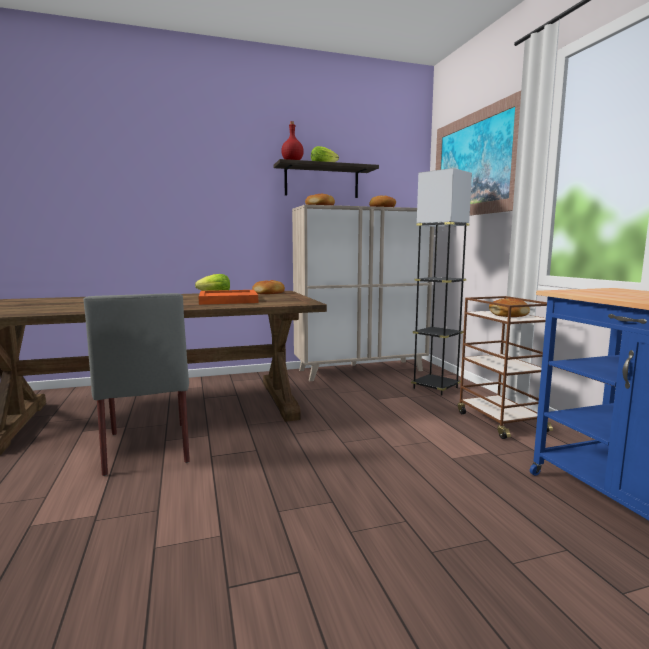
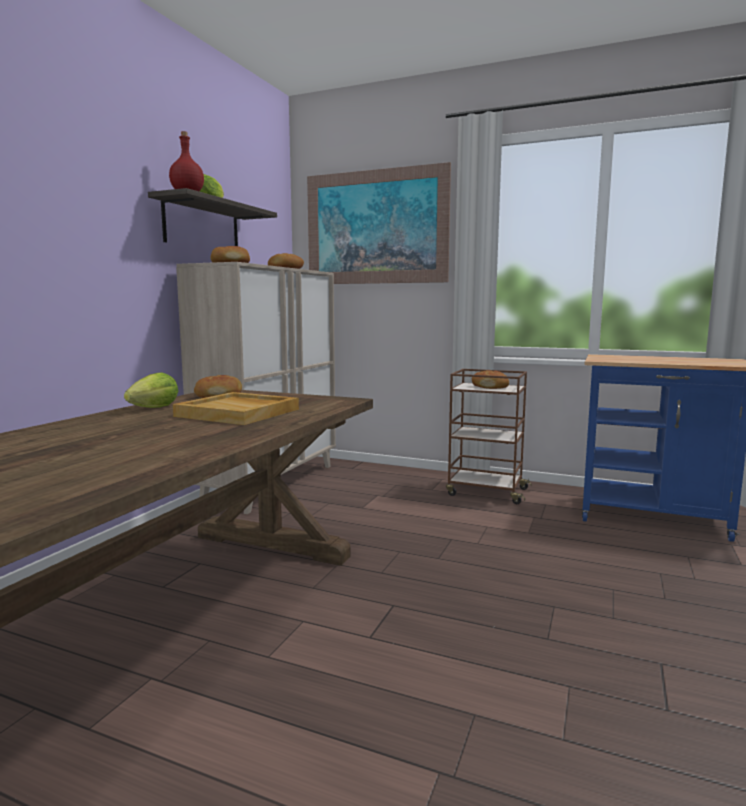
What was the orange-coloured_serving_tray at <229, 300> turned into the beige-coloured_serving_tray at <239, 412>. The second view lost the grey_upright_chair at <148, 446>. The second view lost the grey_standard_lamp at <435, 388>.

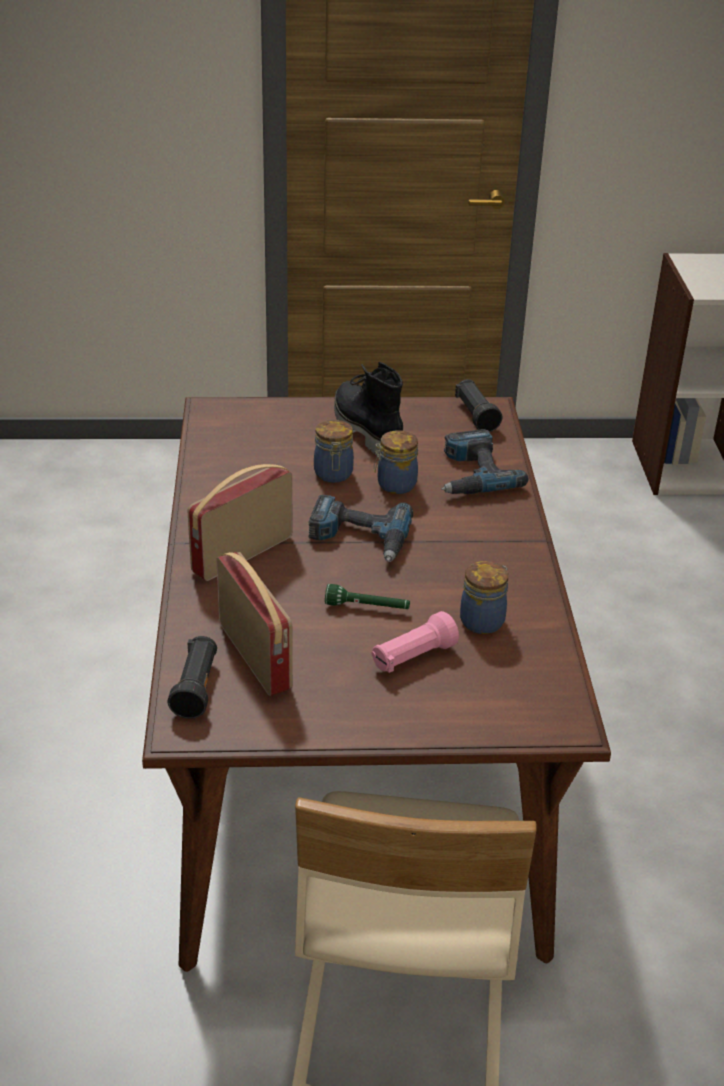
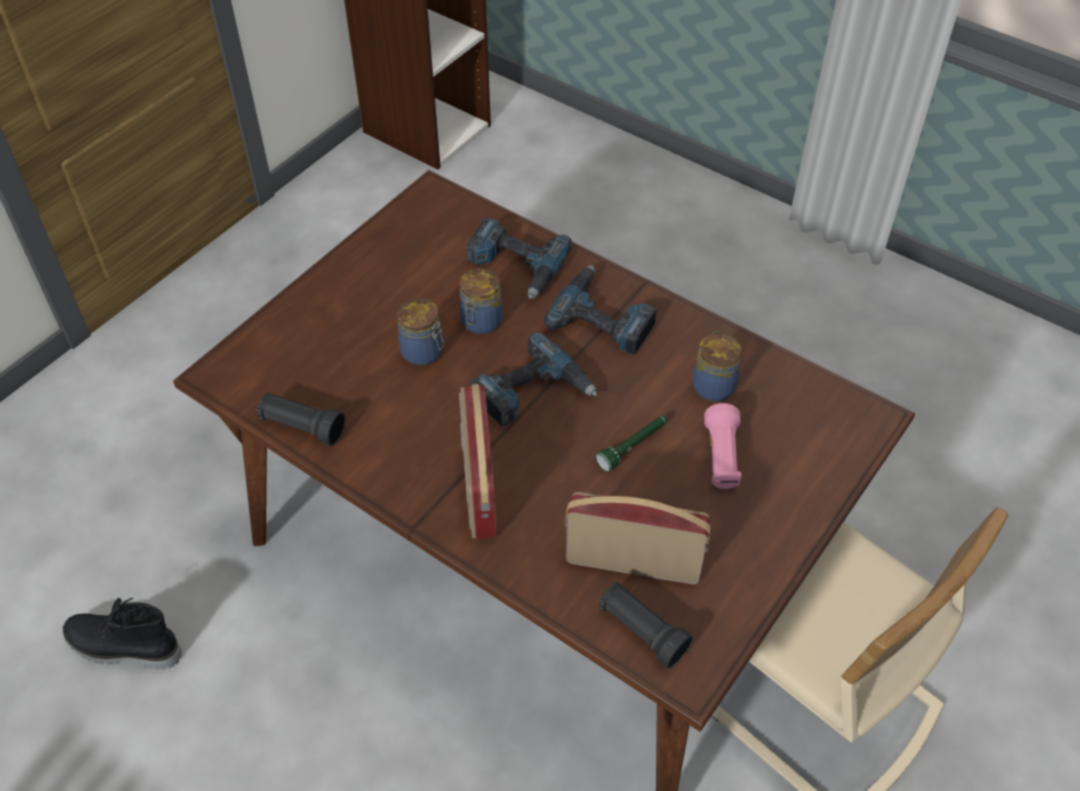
The blackish_high-top_boot ended up elsewhere, having gone from <365, 430> to <123, 648>. The blackish_flashlight ended up elsewhere, having gone from <475, 416> to <302, 427>. The second view gained the drill at <604, 317>.

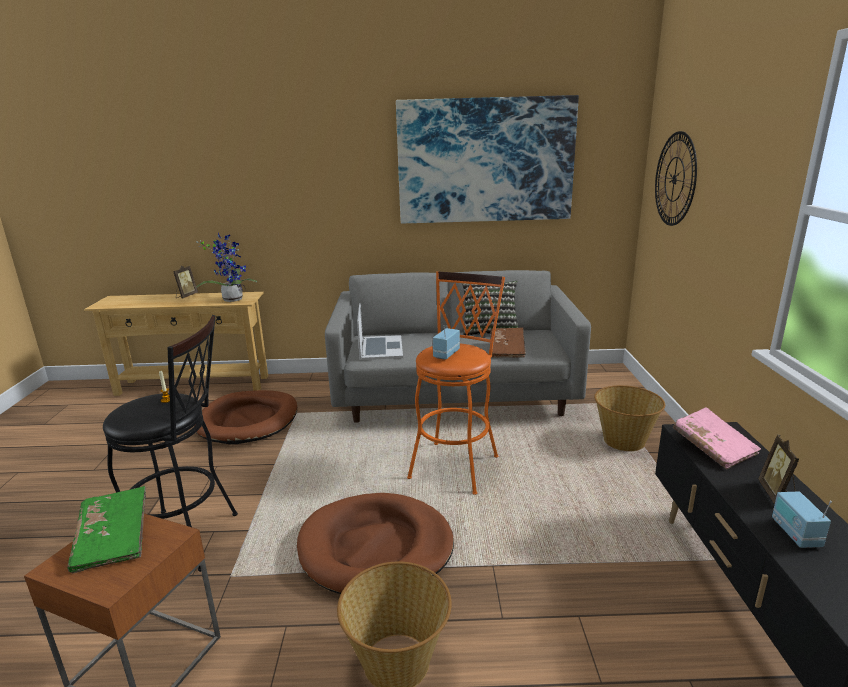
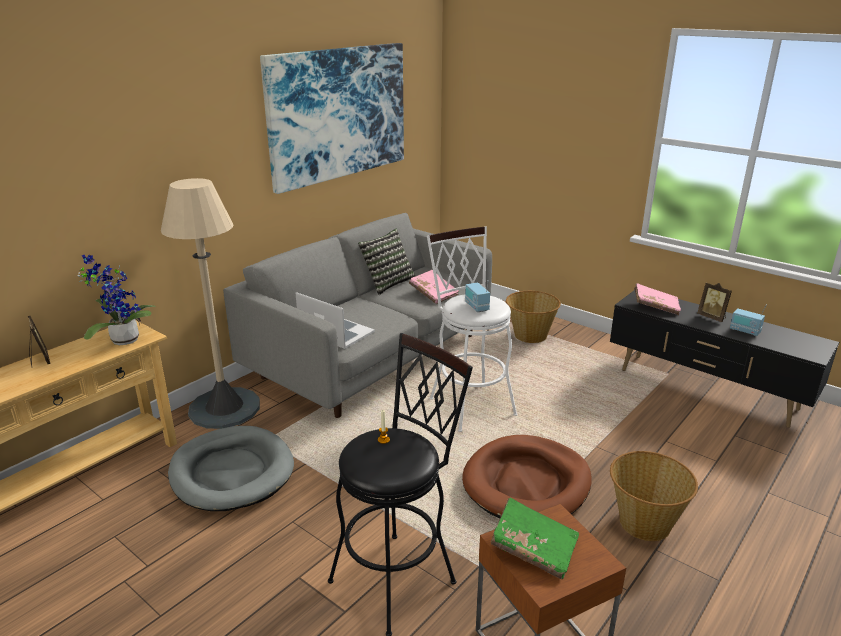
The second view gained the beige-coloured_standard_lamp at <224, 408>. What was the brown-coloured_dog_bed at <249, 420> turned into the grey_dog_bed at <232, 472>. What was the brown-coloured_book at <507, 350> turned into the pink_book at <433, 294>. What was the orange-coloured_sitting_stool at <457, 463> turned into the whitish_sitting_stool at <469, 403>. The second view lost the clock_on_the_wall at <674, 179>.

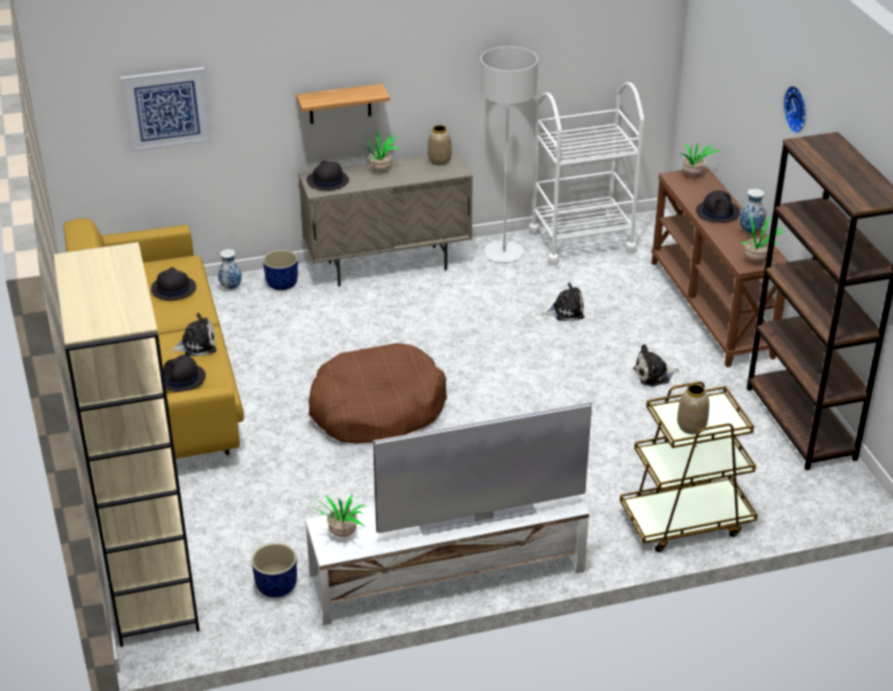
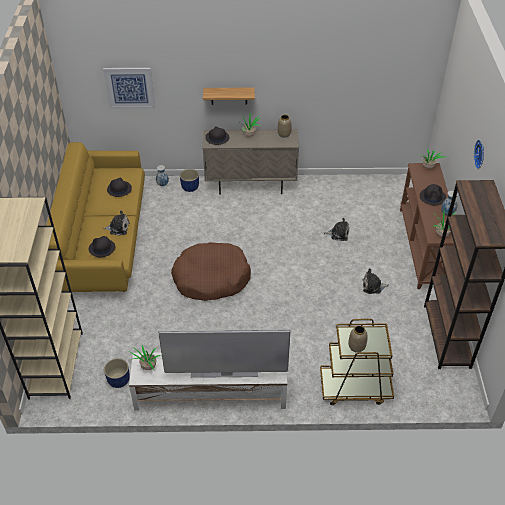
The second view lost the grey_standard_lamp at <504, 253>. The second view lost the whitish_cart at <581, 241>.

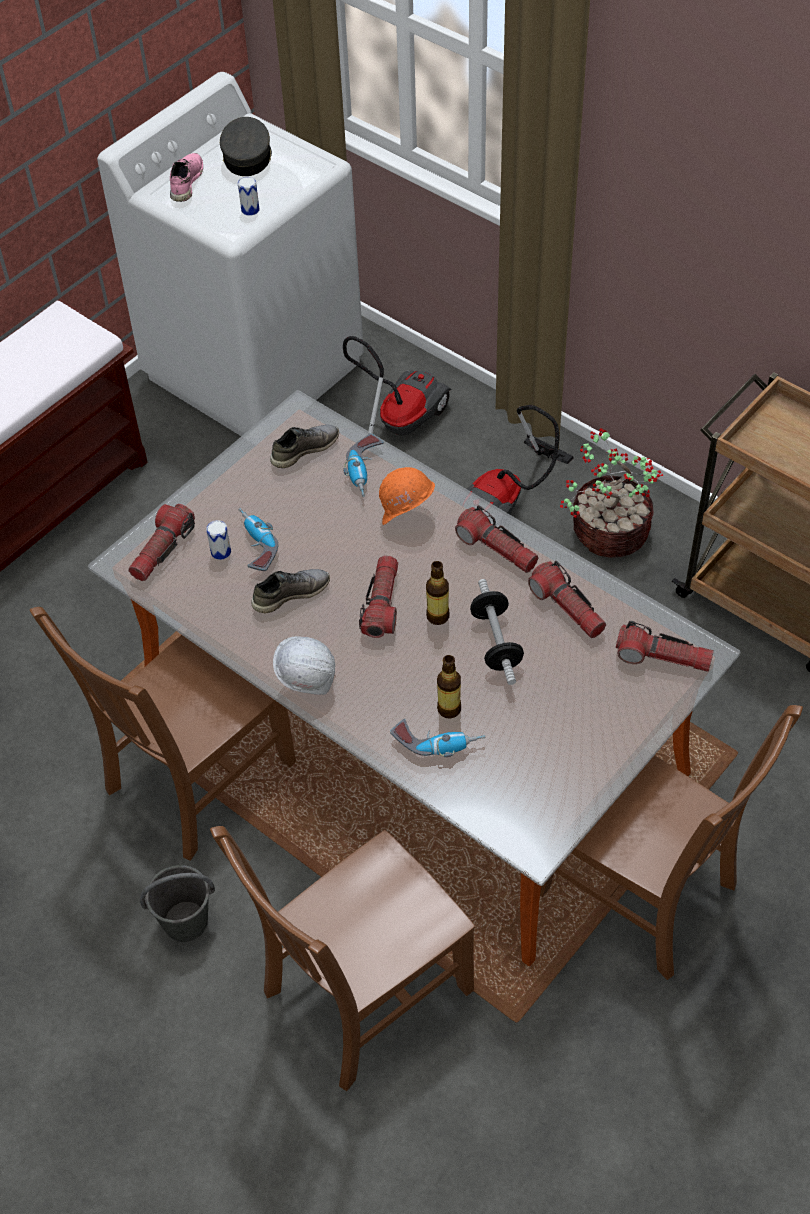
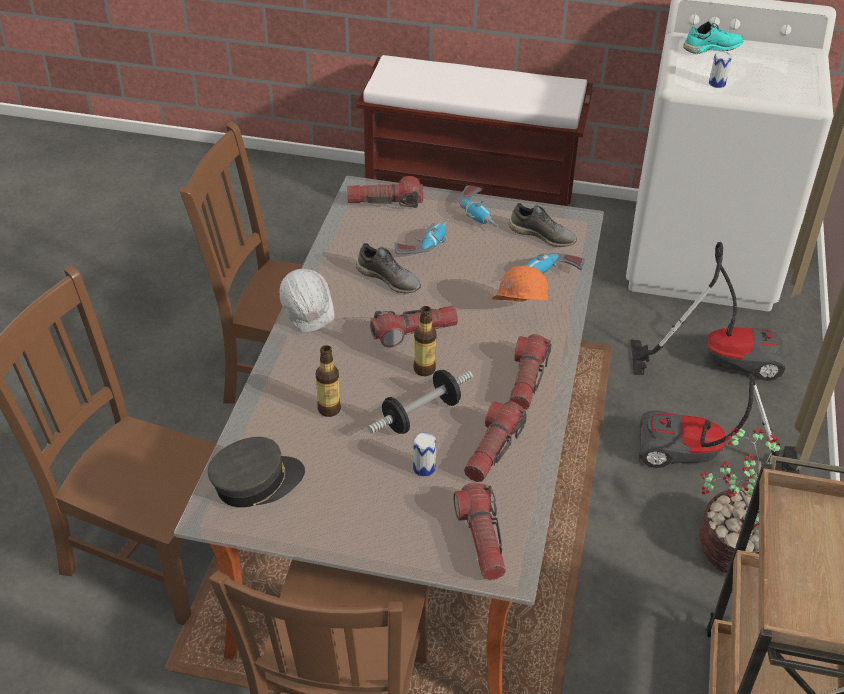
The grey_peaked_cap ended up elsewhere, having gone from <247, 157> to <256, 482>. The sealed_can ended up elsewhere, having gone from <221, 552> to <424, 468>. The drill ended up elsewhere, having gone from <438, 742> to <480, 214>. What was the pink_item_of_footwear at <185, 182> turned into the blue-green_item_of_footwear at <711, 47>. The second view lost the grey_pail at <186, 921>.

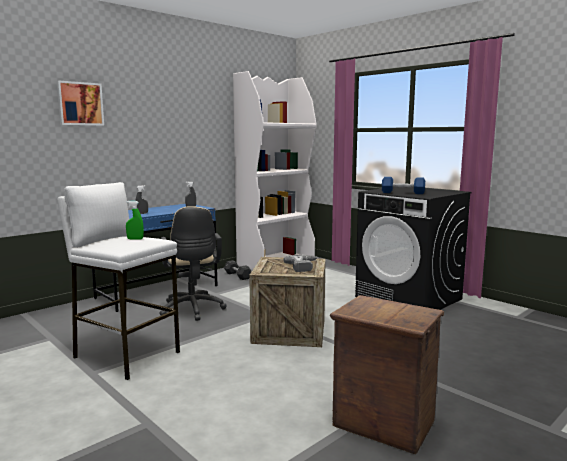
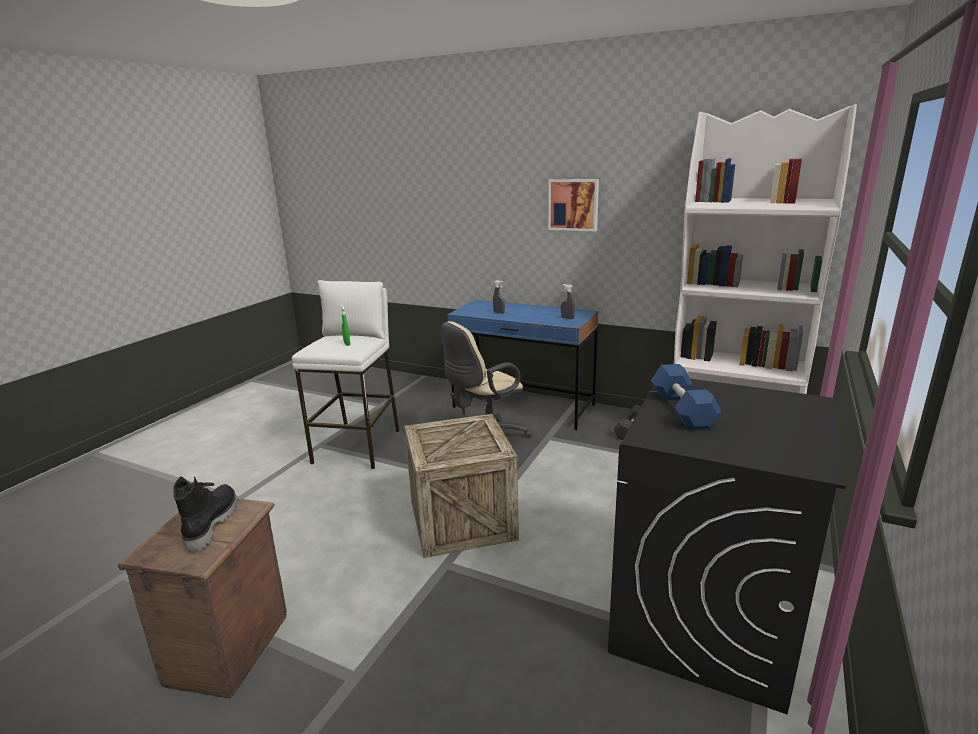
The second view gained the blackish_high-top_boot at <211, 524>. The wall_art ended up elsewhere, having gone from <80, 104> to <573, 204>. The second view lost the drill at <304, 266>.

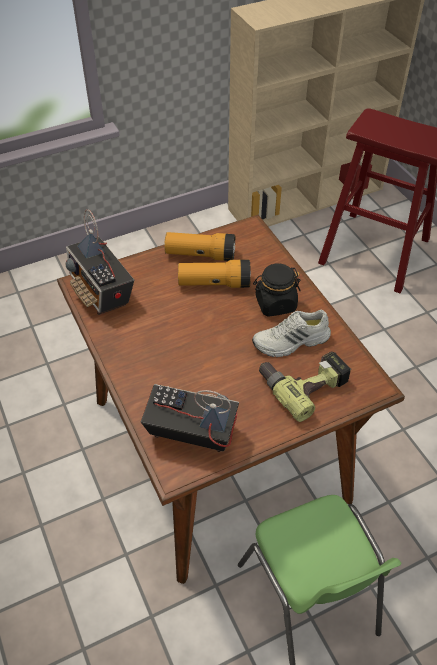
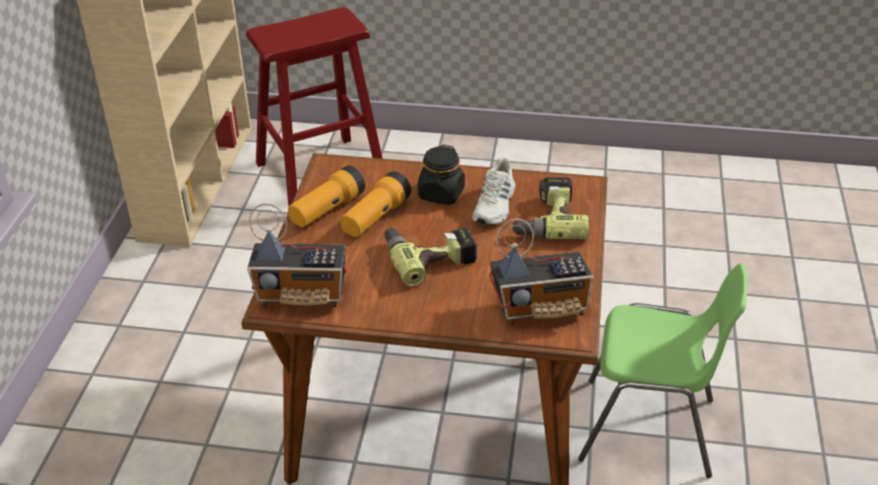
The second view gained the drill at <430, 256>. The radio_receiver at <191, 433> ended up facing another way, 150 degrees counterclockwise from before.

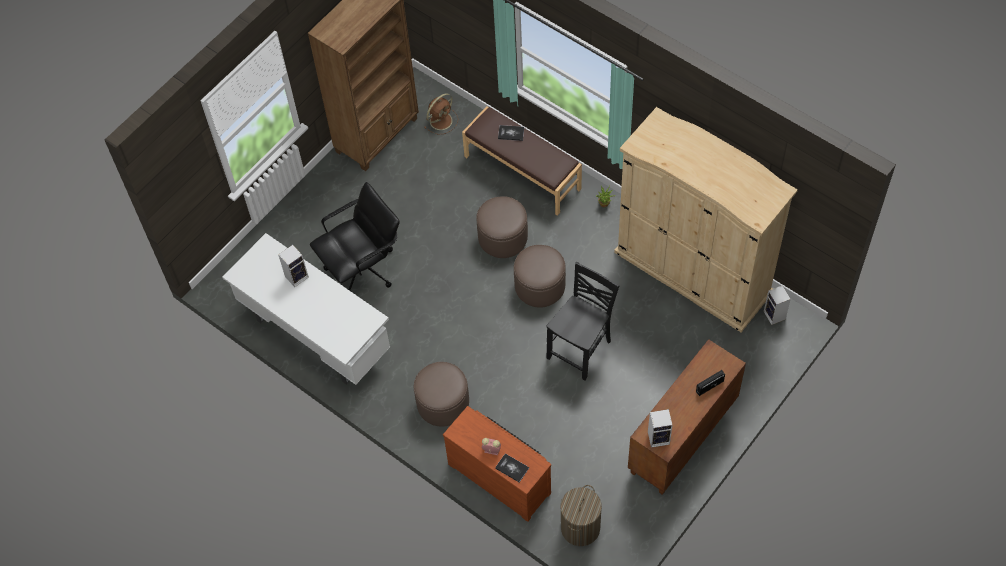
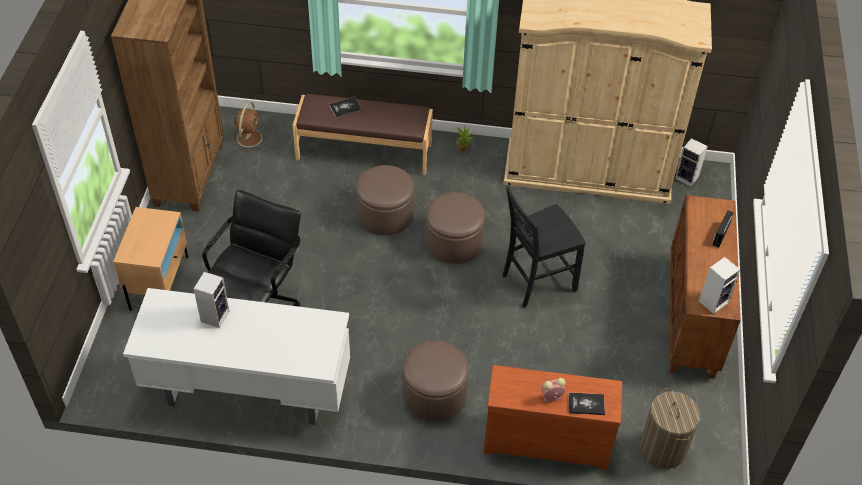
The second view gained the beige-coloured_nightstand at <159, 282>. The blackish_upright_chair at <581, 350> ended up facing another way, 120 degrees counterclockwise from before.

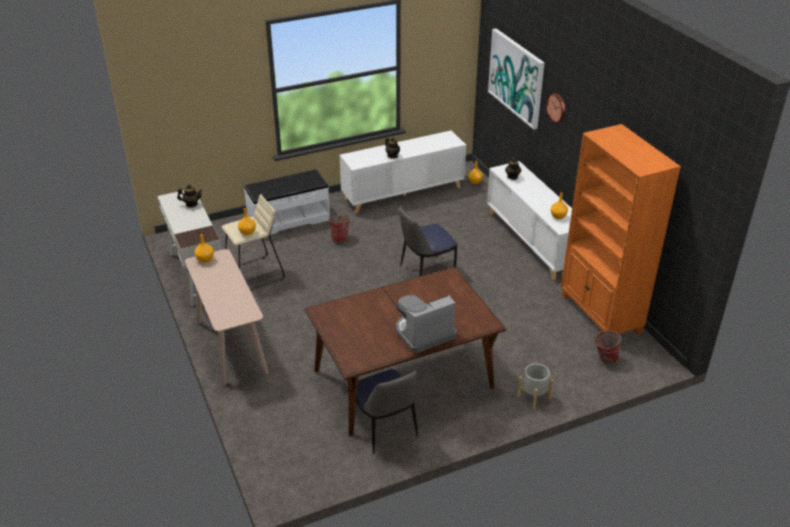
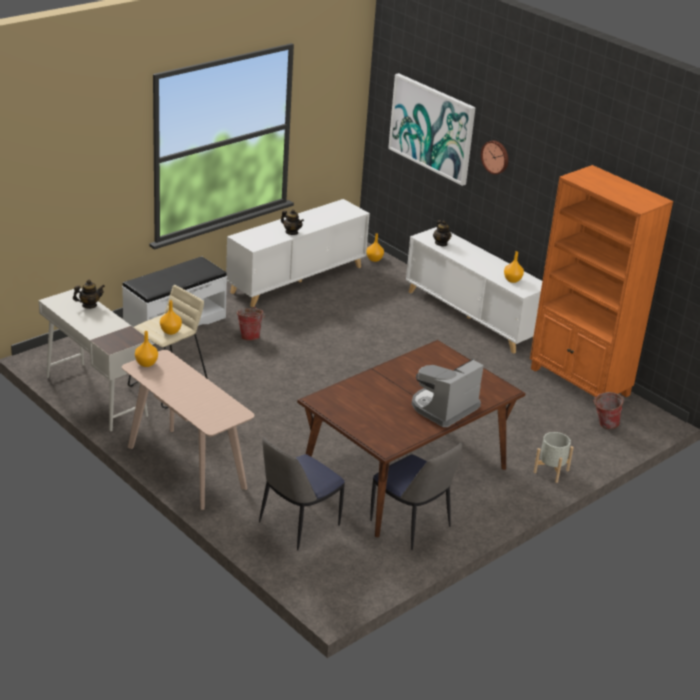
The upright_chair ended up elsewhere, having gone from <425, 271> to <297, 525>.

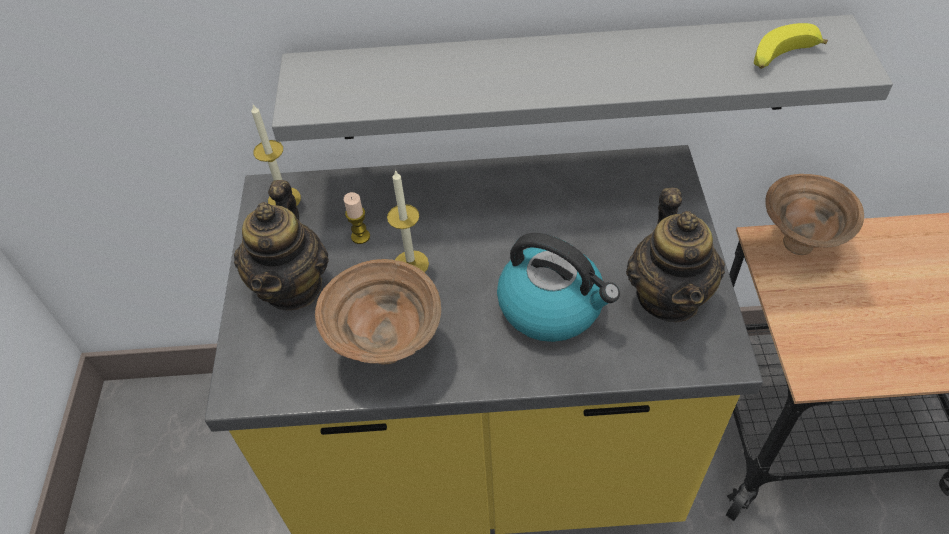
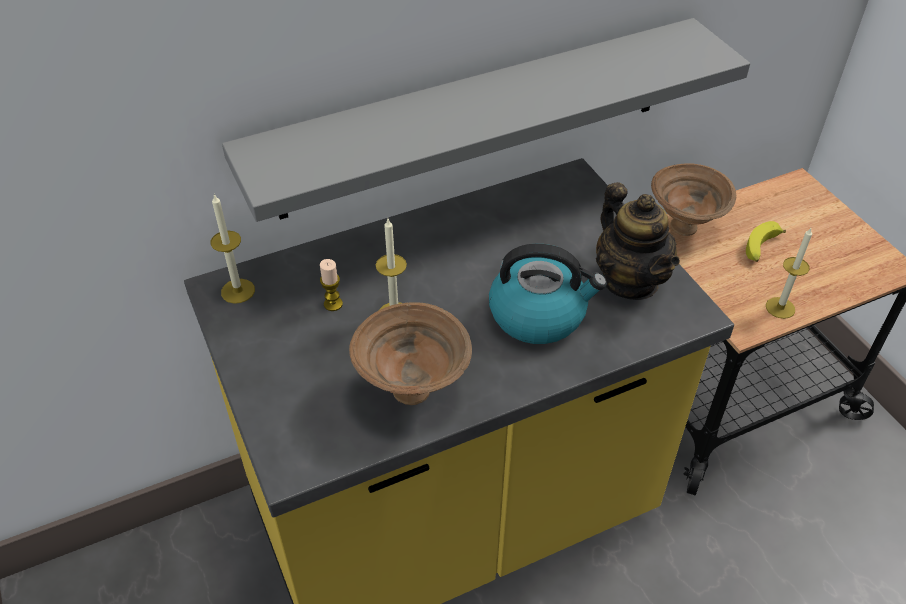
The banana ended up elsewhere, having gone from <782, 58> to <761, 248>. The second view gained the wax_light at <780, 308>. The second view lost the pot_for_tea at <292, 286>.

